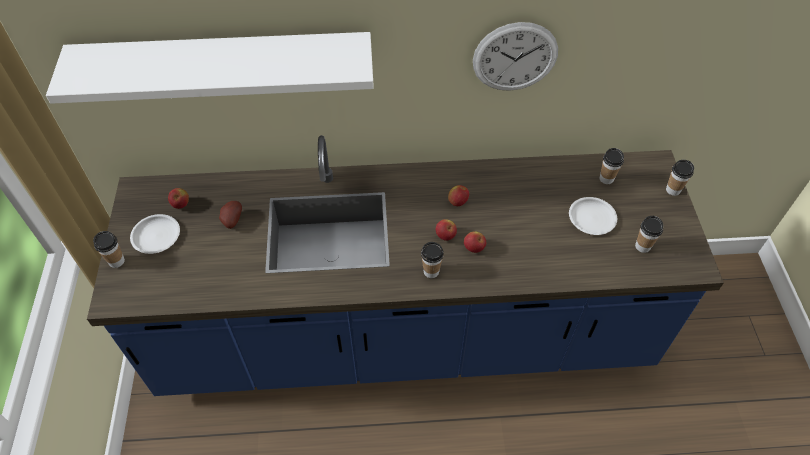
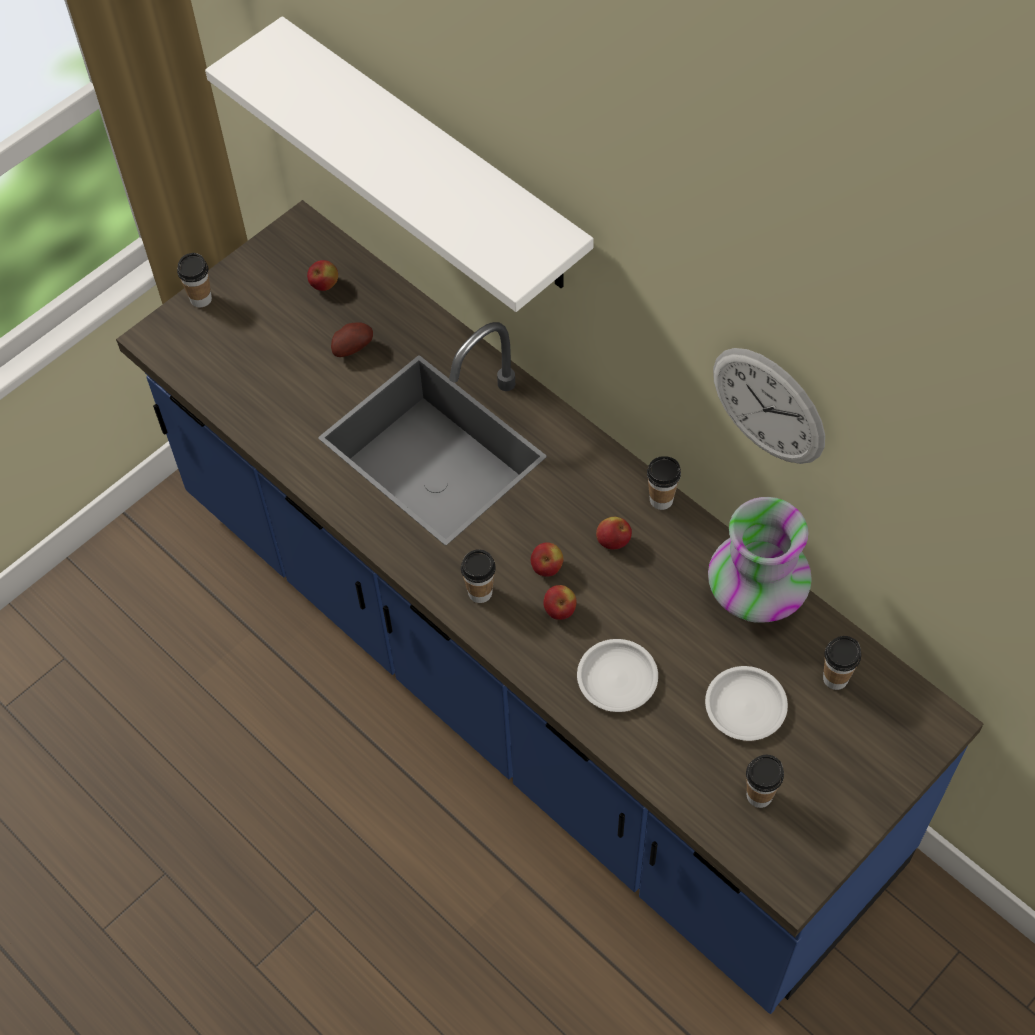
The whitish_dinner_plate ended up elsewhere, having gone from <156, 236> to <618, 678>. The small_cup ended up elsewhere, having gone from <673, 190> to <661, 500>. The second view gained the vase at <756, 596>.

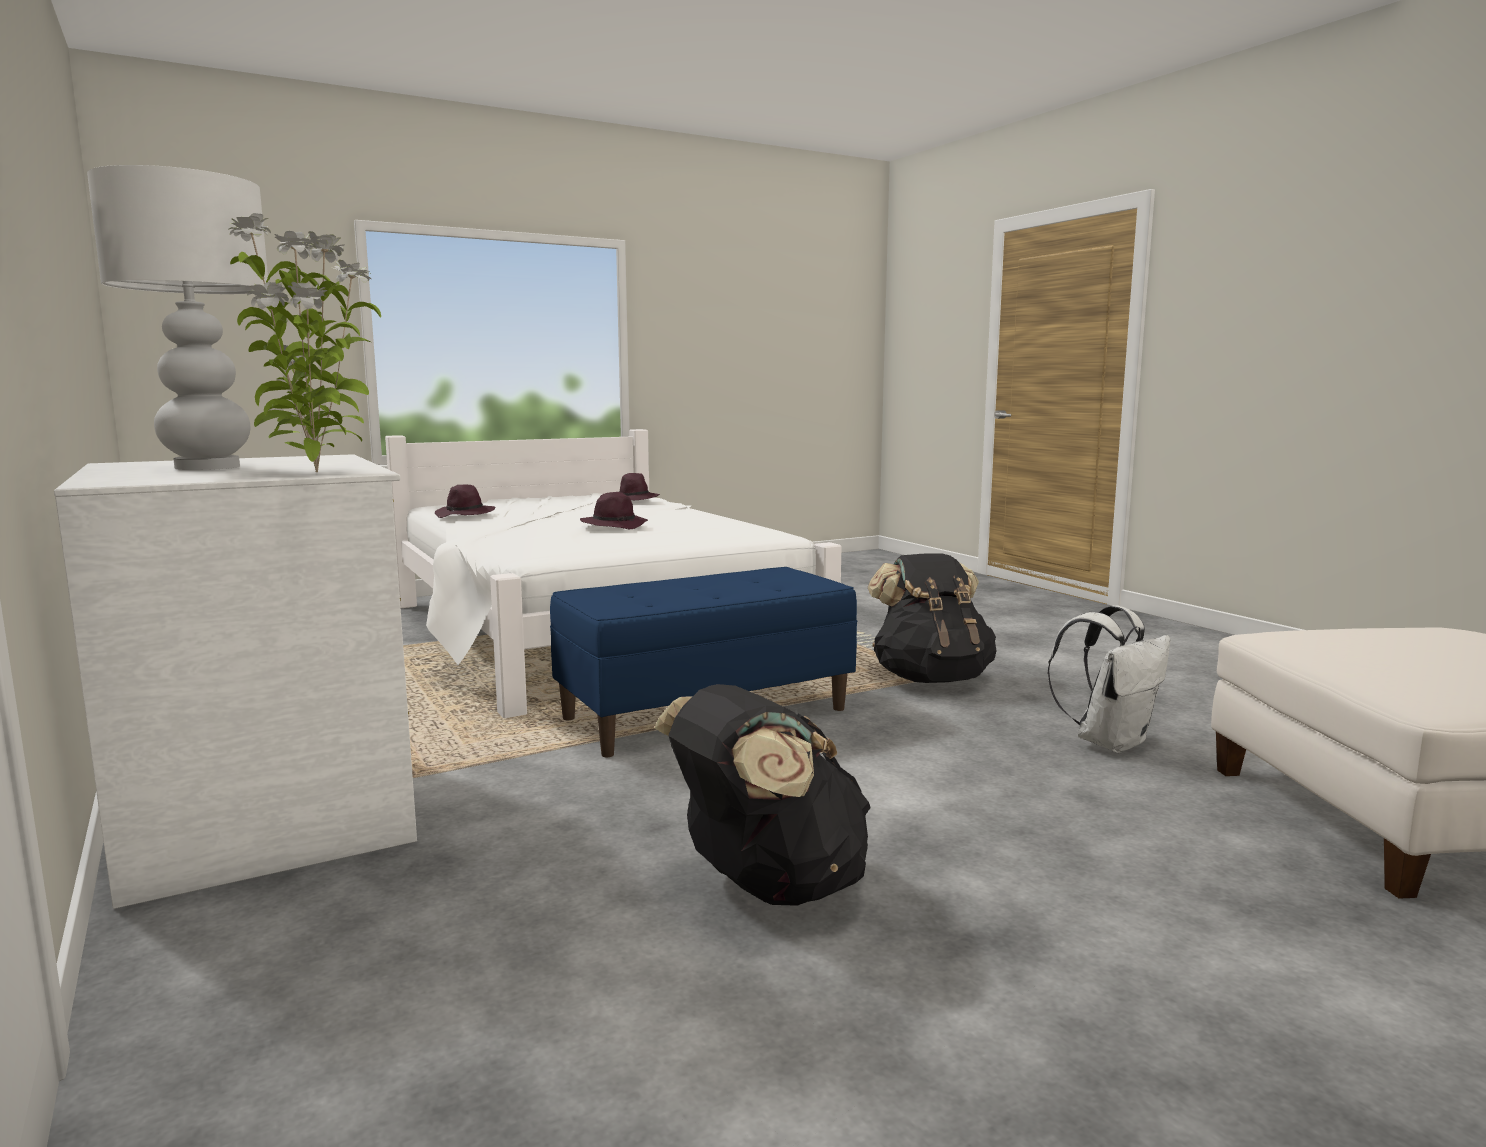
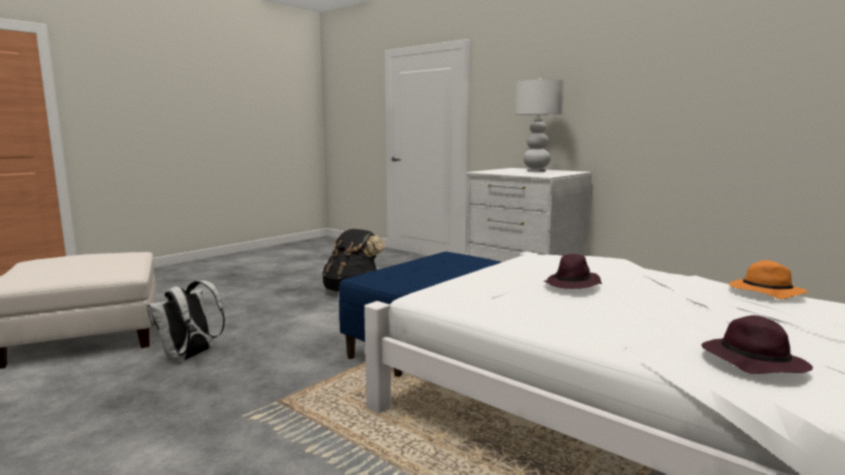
What was the purple-coloured_clothing_hat at <465, 515> turned into the orange-coloured_clothing_hat at <764, 292>. The second view lost the plant_in_a_pot at <316, 472>. The second view lost the blackish_backpack at <931, 679>.

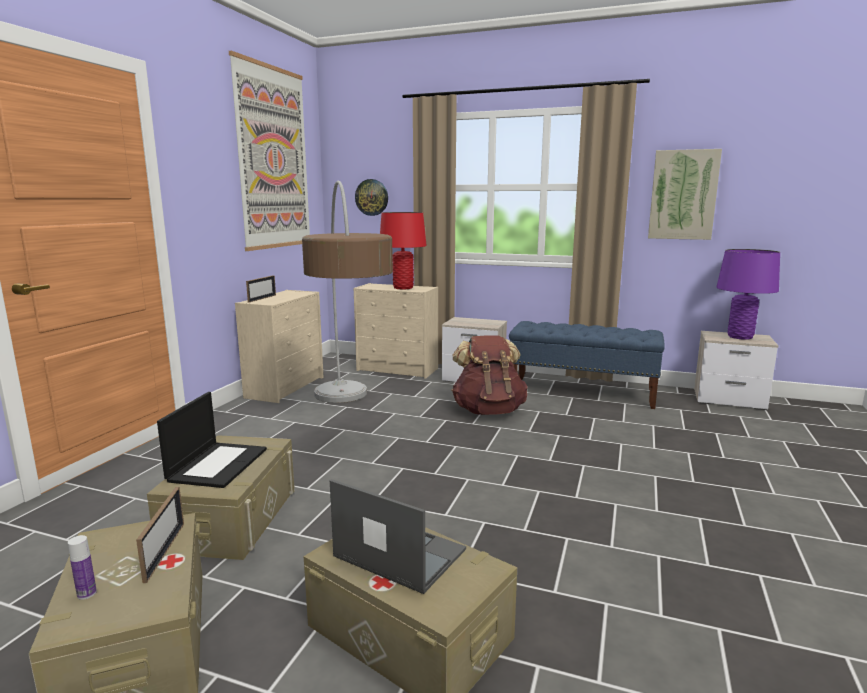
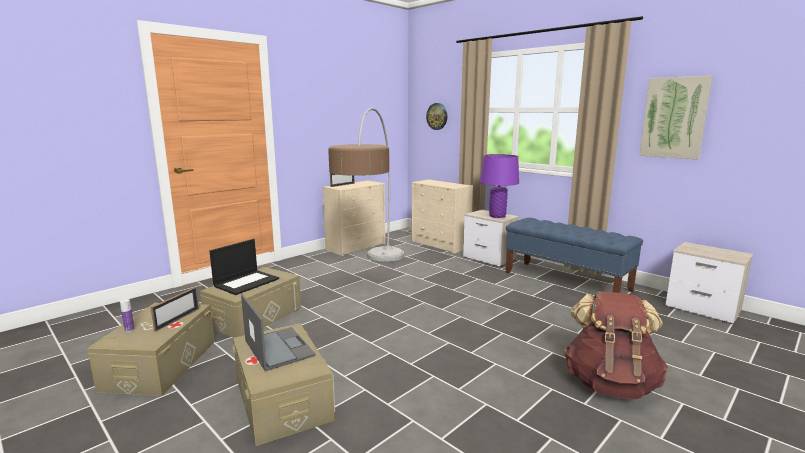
The purple-coloured_table_lamp ended up elsewhere, having gone from <740, 337> to <497, 216>. The brown-coloured_backpack ended up elsewhere, having gone from <488, 411> to <610, 384>. The second view lost the wall_art at <273, 159>. The second view lost the reddish_table_lamp at <403, 288>.

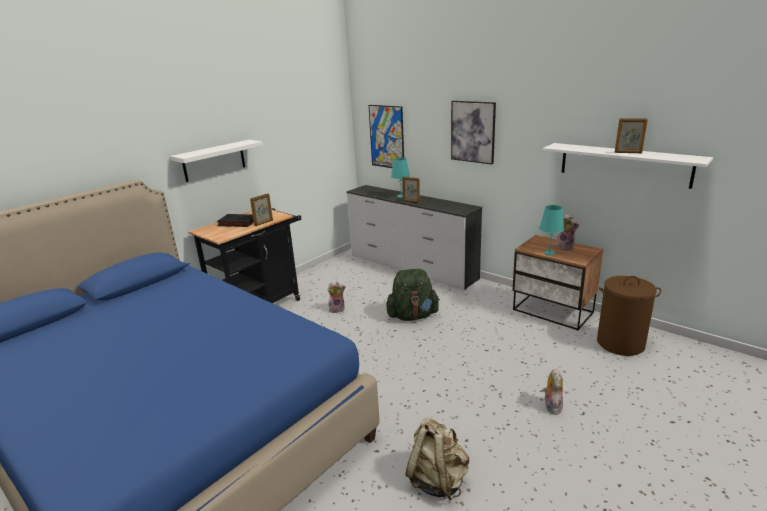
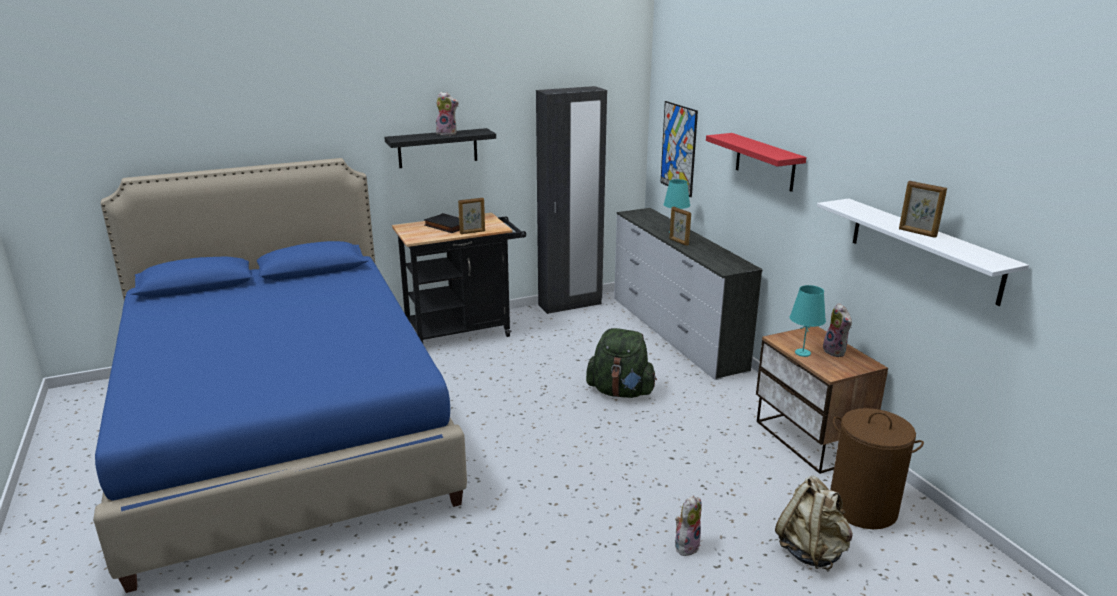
What was the whitish_shelf at <214, 160> turned into the blackish_shelf at <437, 148>. The plush_toy ended up elsewhere, having gone from <337, 309> to <447, 133>. The second view gained the blackish_wardrobe at <570, 304>. Where the wall_art hung at <473, 132>, the reddish_shelf came to hang at <765, 162>. The beige-coloured_backpack ended up elsewhere, having gone from <437, 480> to <811, 551>.

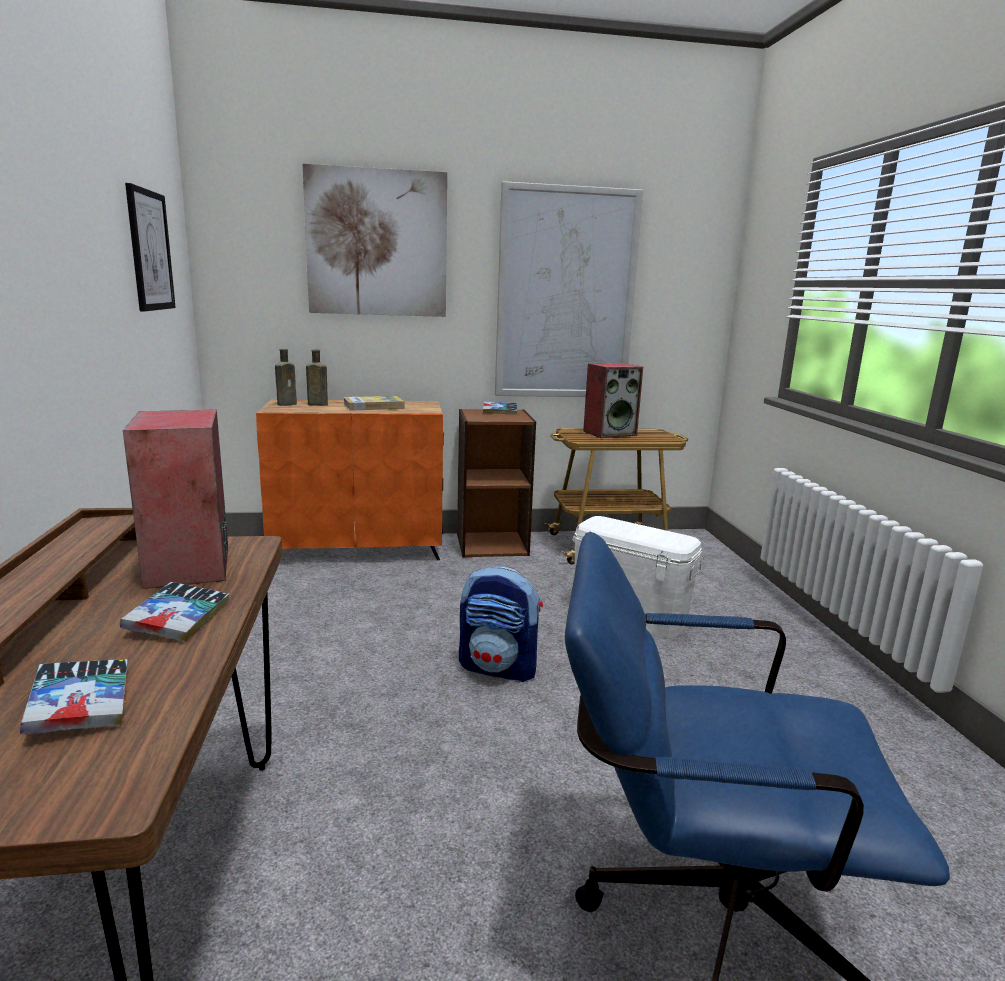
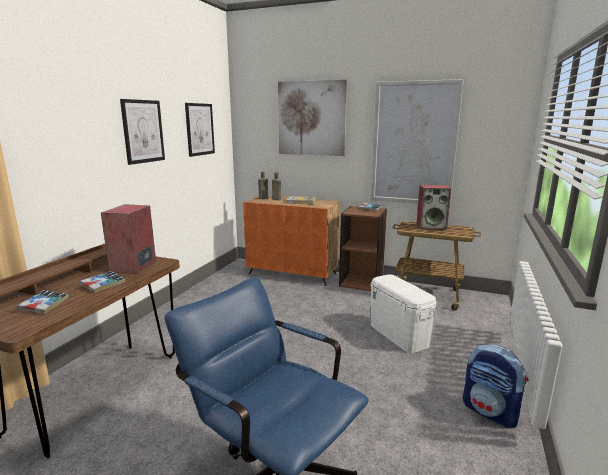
The second view gained the wall_art at <143, 131>. The backpack ended up elsewhere, having gone from <499, 668> to <491, 412>.

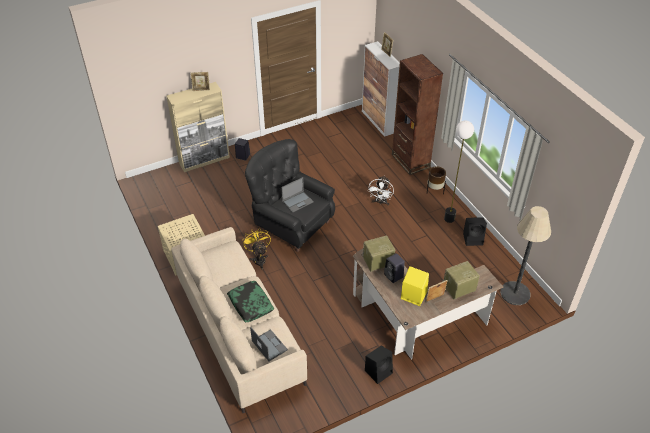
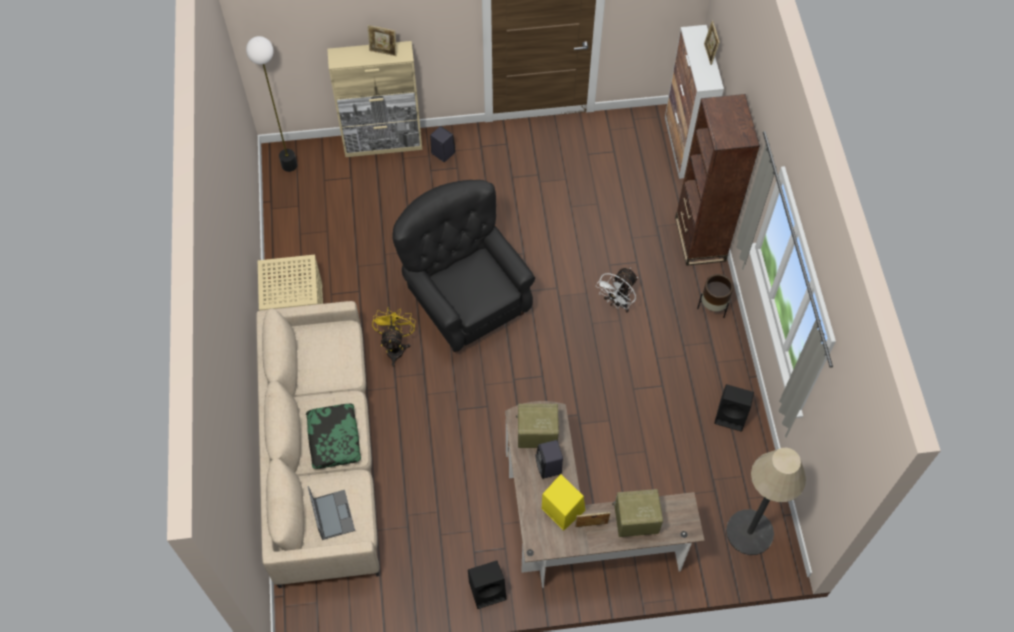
The standard_lamp ended up elsewhere, having gone from <449, 219> to <289, 165>. The second view lost the portable_computer at <298, 201>.

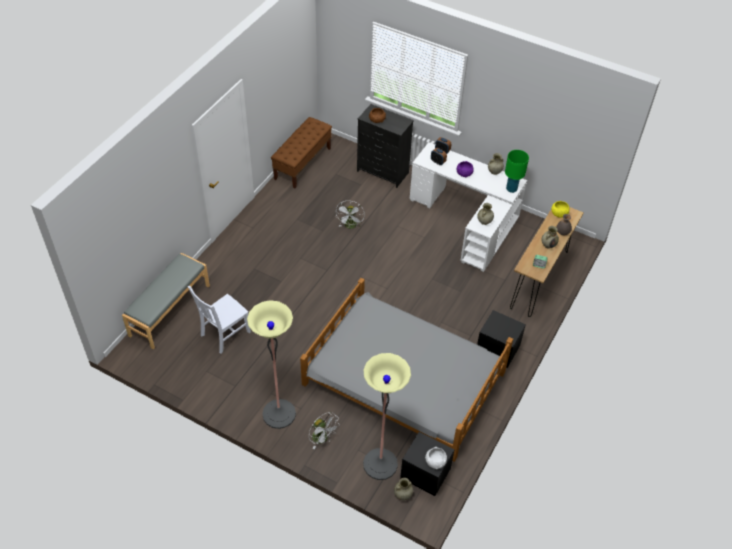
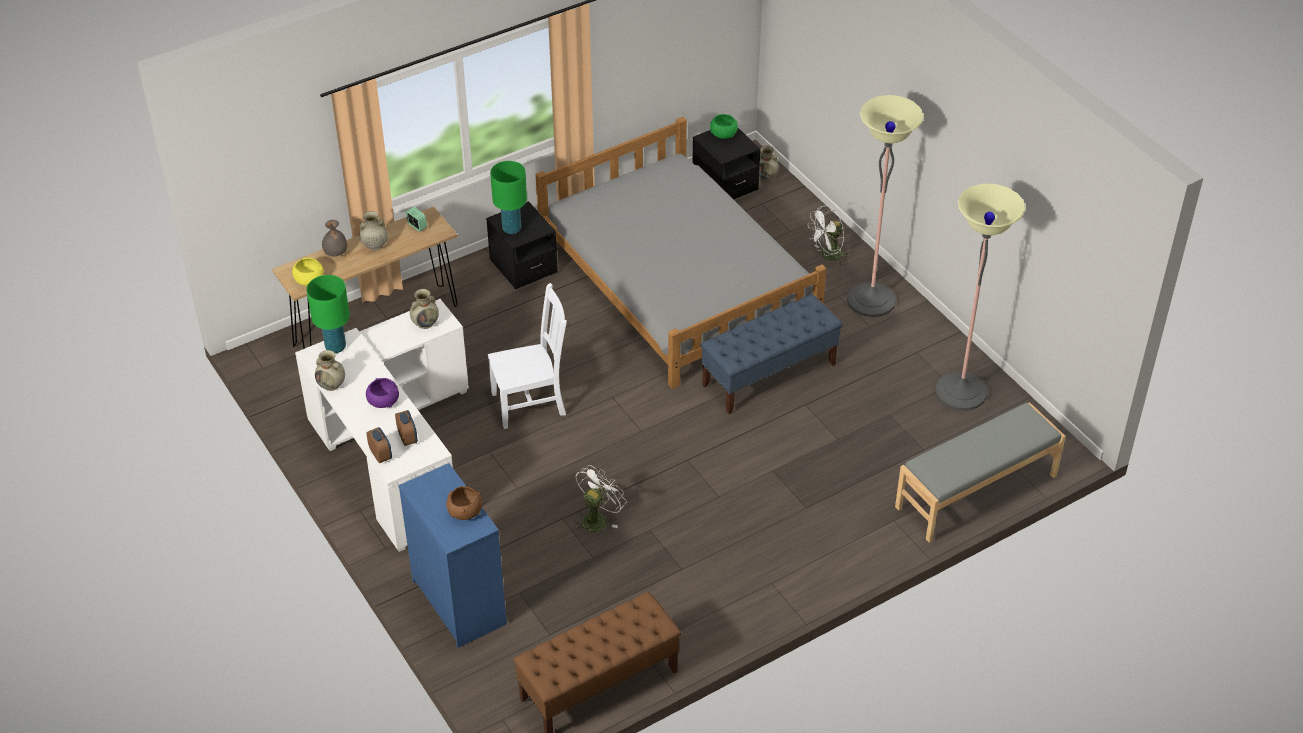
What was the blackish_drawer_chest at <382, 172> turned into the blue-coloured_drawer_chest at <460, 602>. The whitish_upright_chair ended up elsewhere, having gone from <224, 334> to <531, 403>. The second view gained the green-coloured_table_lamp at <511, 229>. The second view gained the blue-coloured_indoor_bench at <769, 374>. What was the whitish_serving_bowl at <435, 461> turned into the green-coloured_serving_bowl at <723, 134>. The whitish_electric_fan at <323, 439> ended up facing another way, 105 degrees counterclockwise from before. The standard_lamp ended up elsewhere, having gone from <380, 464> to <961, 392>.

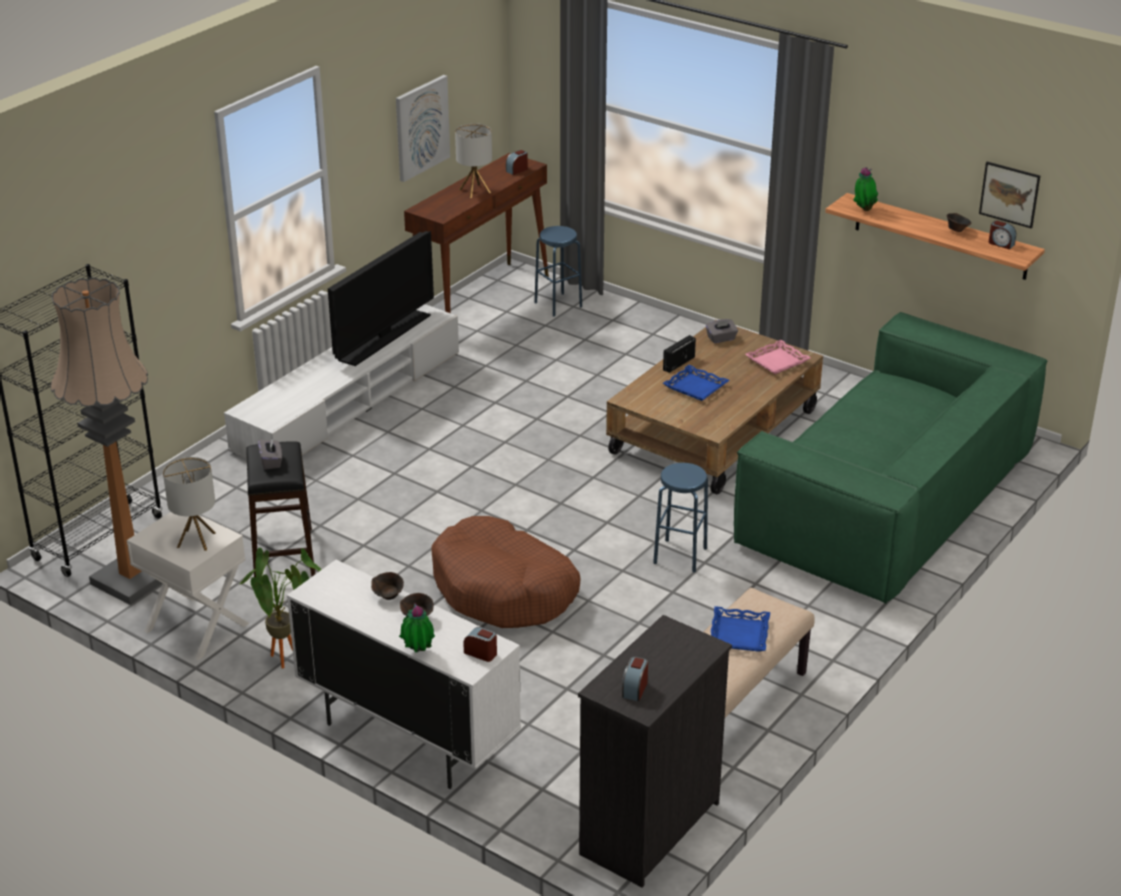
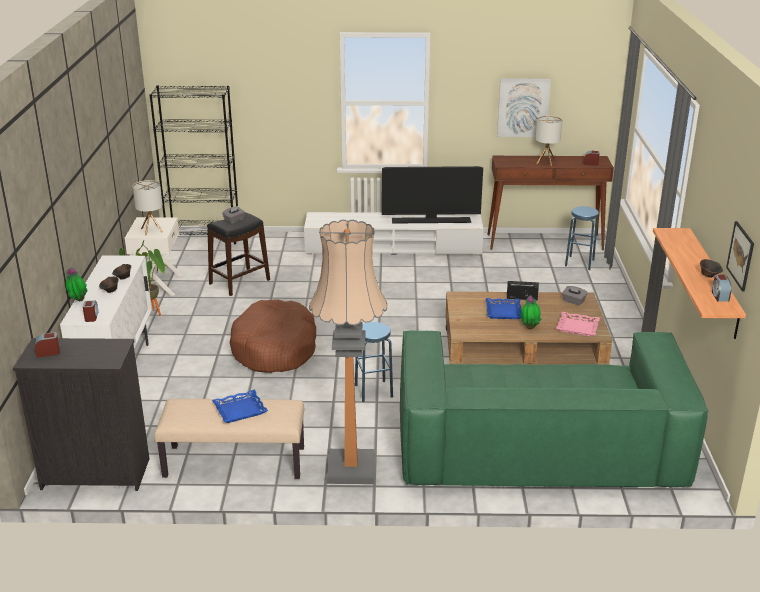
The standard_lamp ended up elsewhere, having gone from <131, 580> to <351, 469>. The plant_in_a_pot ended up elsewhere, having gone from <863, 209> to <529, 327>.

